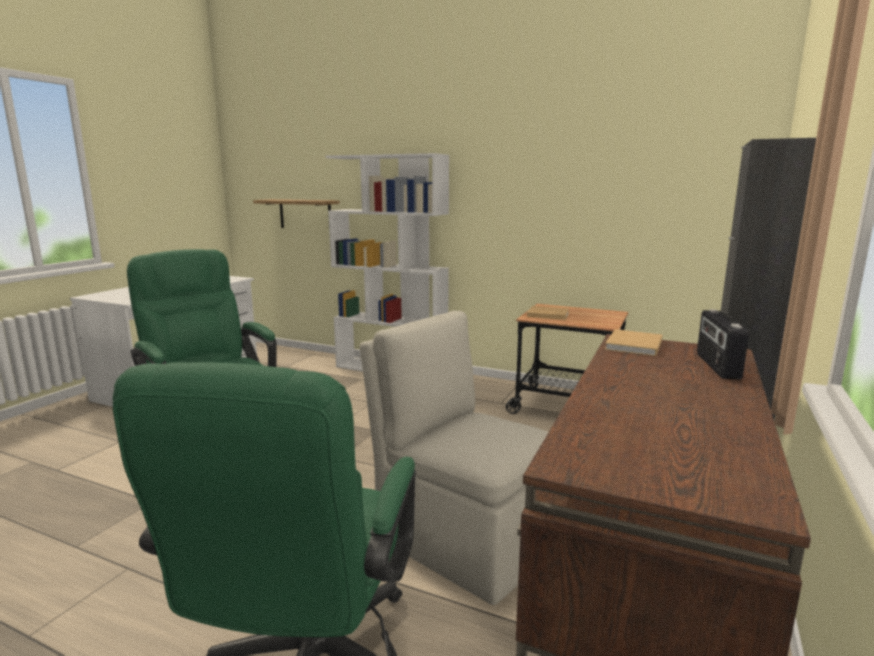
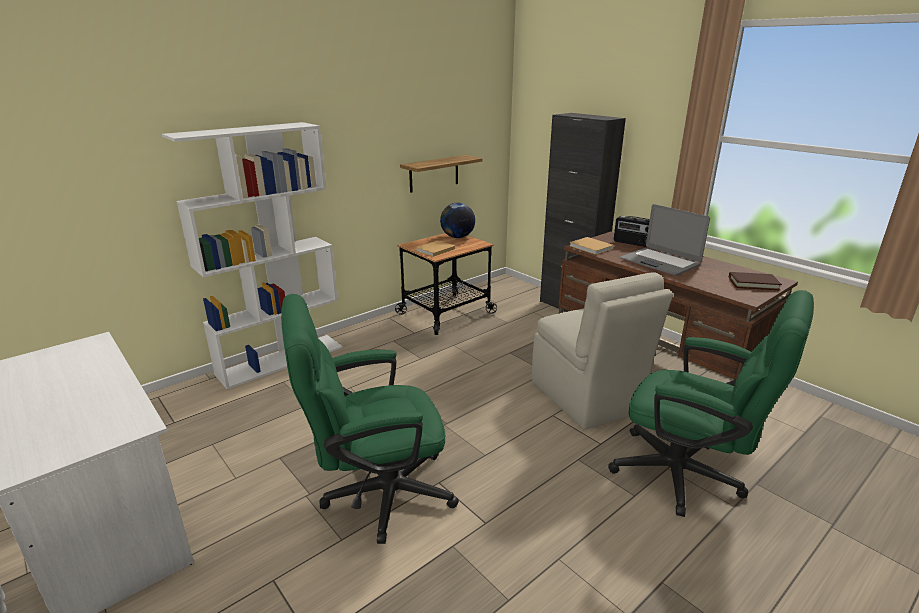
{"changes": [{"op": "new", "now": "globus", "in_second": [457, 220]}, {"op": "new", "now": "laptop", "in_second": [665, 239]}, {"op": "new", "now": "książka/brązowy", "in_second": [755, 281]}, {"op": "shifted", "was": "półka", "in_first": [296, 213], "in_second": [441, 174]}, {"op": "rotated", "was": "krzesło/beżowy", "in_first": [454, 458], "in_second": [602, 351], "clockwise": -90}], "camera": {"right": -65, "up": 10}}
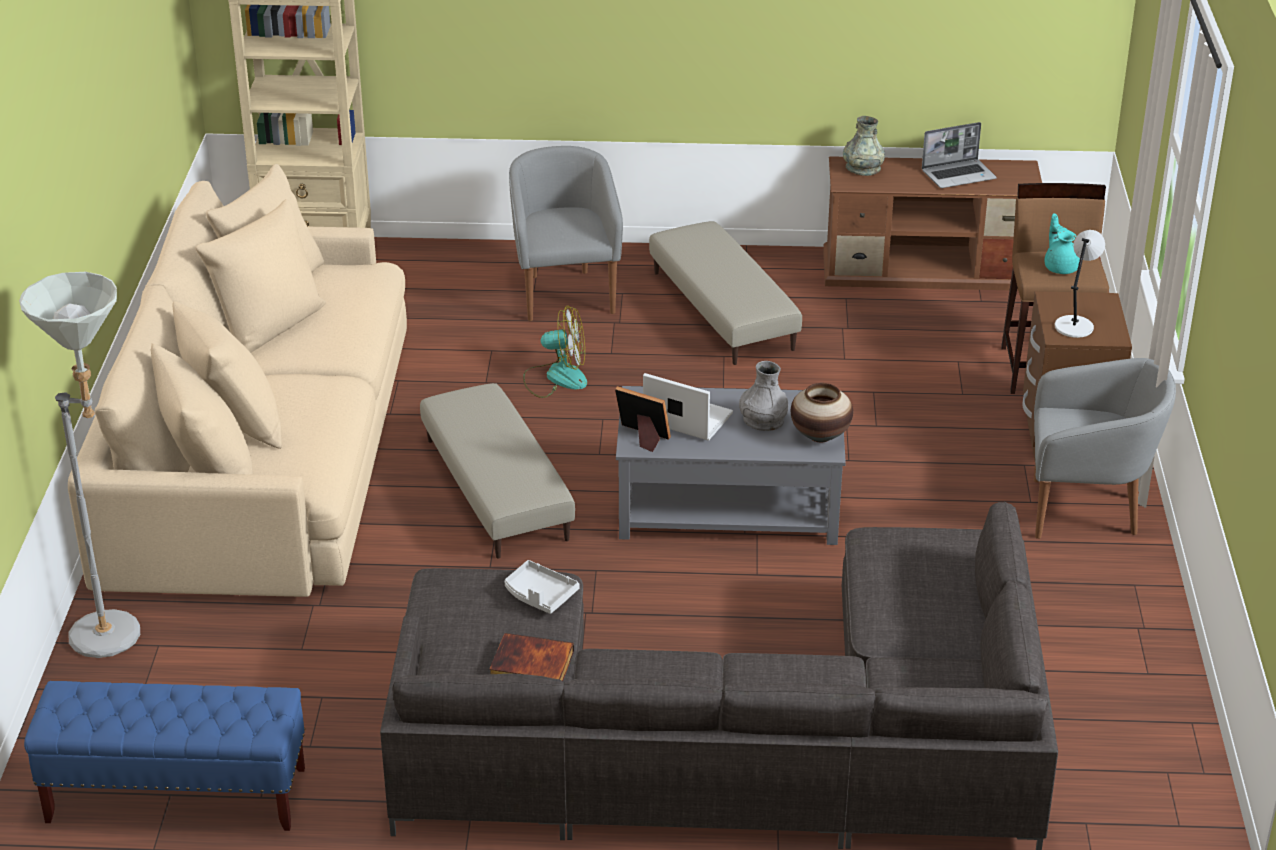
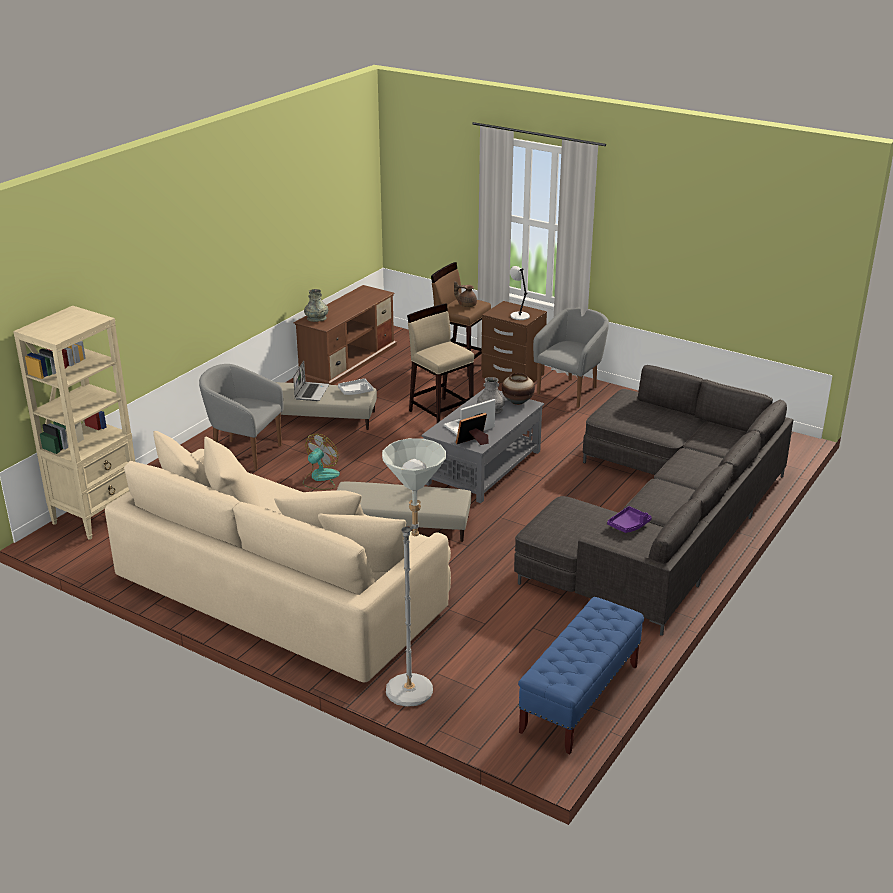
{"changes": [{"op": "new", "now": "stołek/beżowy", "in_second": [440, 363]}, {"op": "shifted", "was": "taca/szary", "in_first": [542, 587], "in_second": [356, 386]}, {"op": "shifted", "was": "laptop", "in_first": [959, 155], "in_second": [311, 381]}, {"op": "swapped", "was": "książka", "now": "taca/fioletowy", "in_first": [531, 657], "in_second": [629, 519]}, {"op": "repainted", "was": "imbryk/turkusowy", "now": "imbryk/brązowy", "in_first": [1062, 244], "in_second": [465, 294]}], "camera": {"right": -60, "up": -5}}
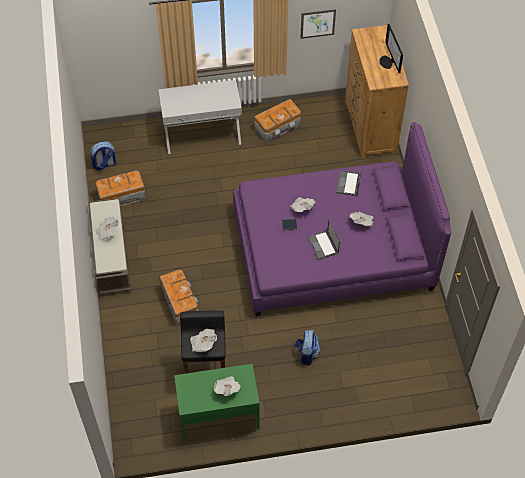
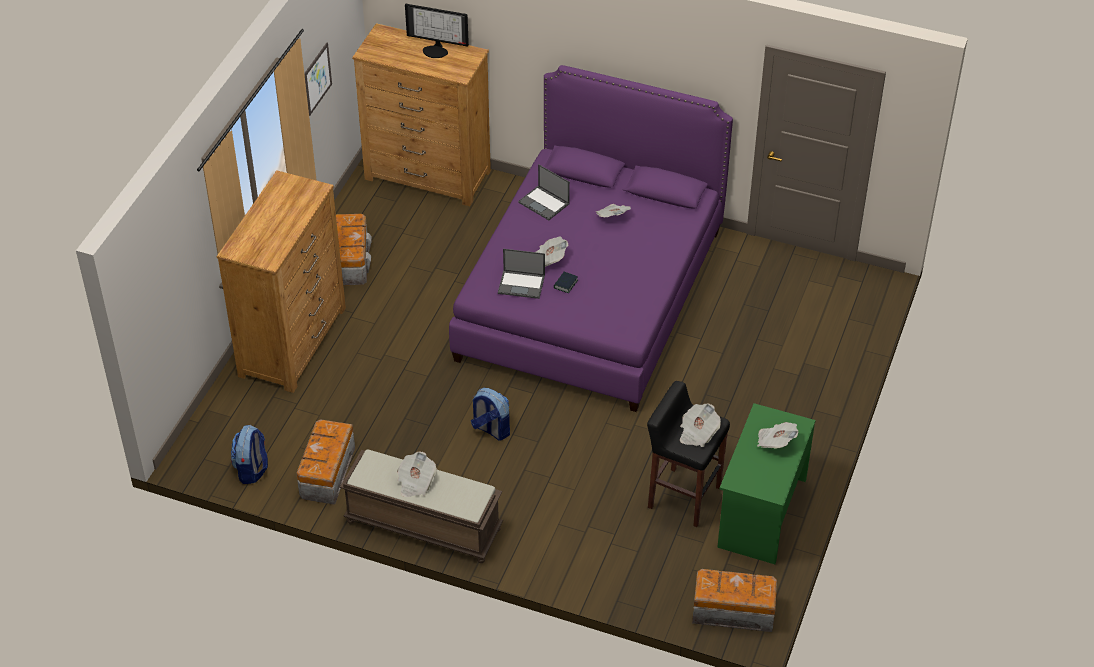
{"changes": [{"op": "shifted", "was": "pojemnik do przechowywania", "in_first": [178, 298], "in_second": [734, 600]}, {"op": "shifted", "was": "plecak", "in_first": [307, 348], "in_second": [490, 414]}, {"op": "shifted", "was": "laptop", "in_first": [323, 239], "in_second": [521, 274]}, {"op": "swapped", "was": "stolik konsolowy/biały", "now": "komoda/brązowy", "in_first": [200, 117], "in_second": [281, 281]}], "camera": {"right": -60, "up": -10}}
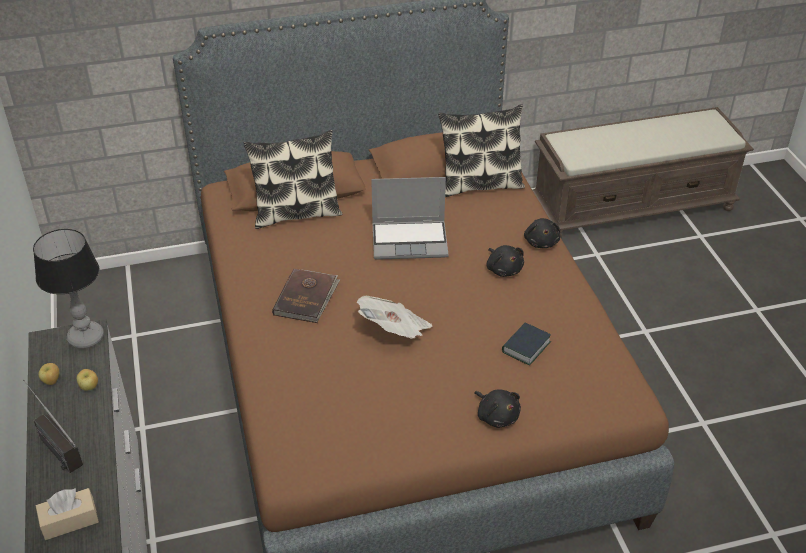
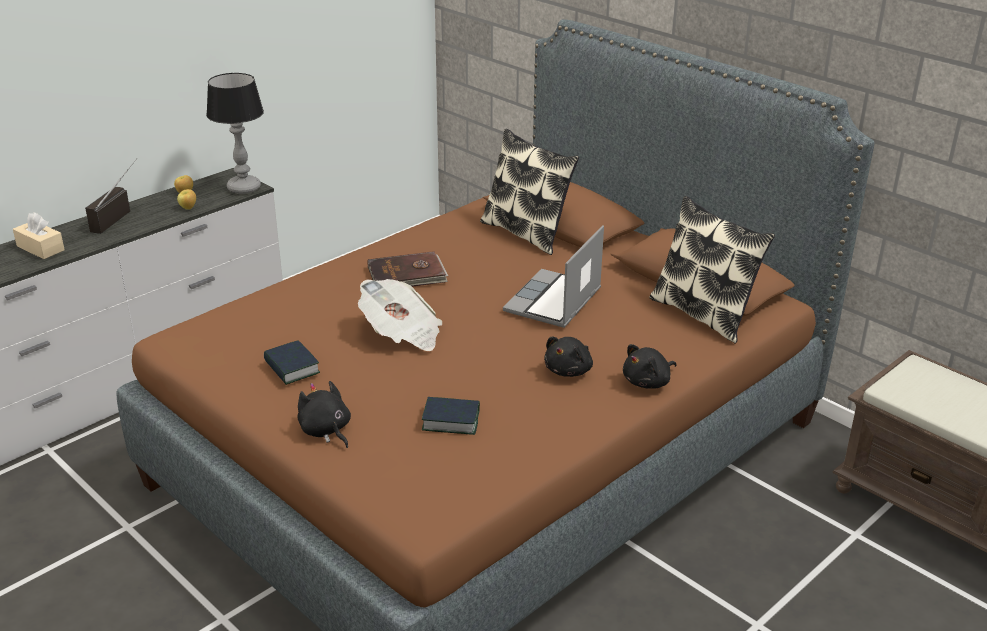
{"changes": [{"op": "new", "now": "książka", "in_second": [292, 362]}, {"op": "rotated", "was": "laptop", "in_first": [409, 218], "in_second": [553, 276], "clockwise": 60}, {"op": "rotated", "was": "pluszak/czarny", "in_first": [497, 408], "in_second": [324, 414], "clockwise": 120}], "camera": {"right": 60, "up": -10}}
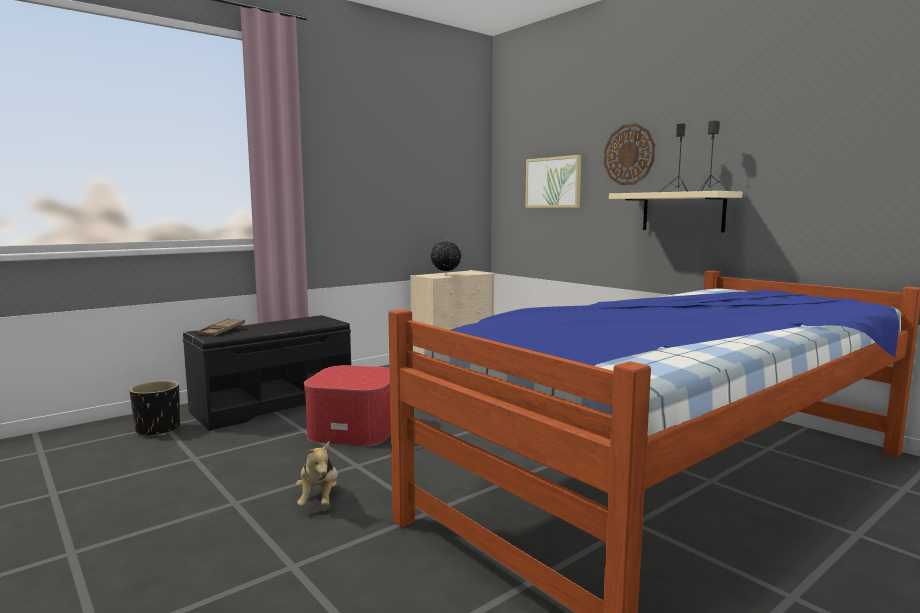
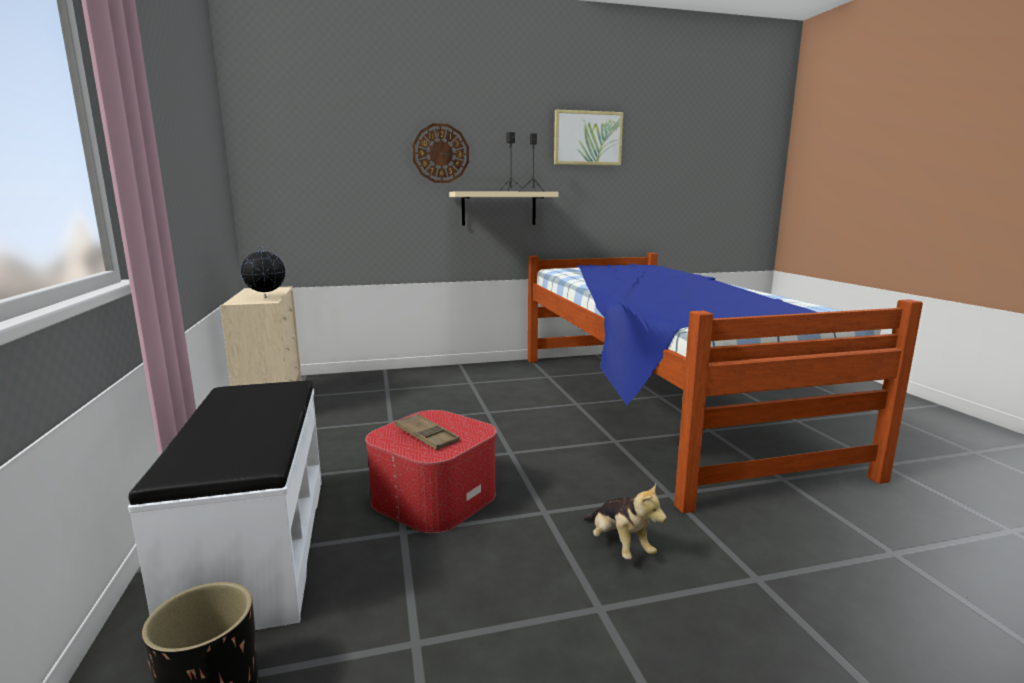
{"changes": [{"op": "shifted", "was": "taca/brązowy", "in_first": [220, 327], "in_second": [427, 432]}, {"op": "shifted", "was": "obraz", "in_first": [553, 181], "in_second": [588, 137]}, {"op": "repainted", "was": "ławka/czarny", "now": "ławka/biały", "in_first": [267, 373], "in_second": [225, 505]}, {"op": "rotated", "was": "pluszak", "in_first": [317, 474], "in_second": [625, 521], "clockwise": 45}], "camera": {"right": -65, "up": 5}}
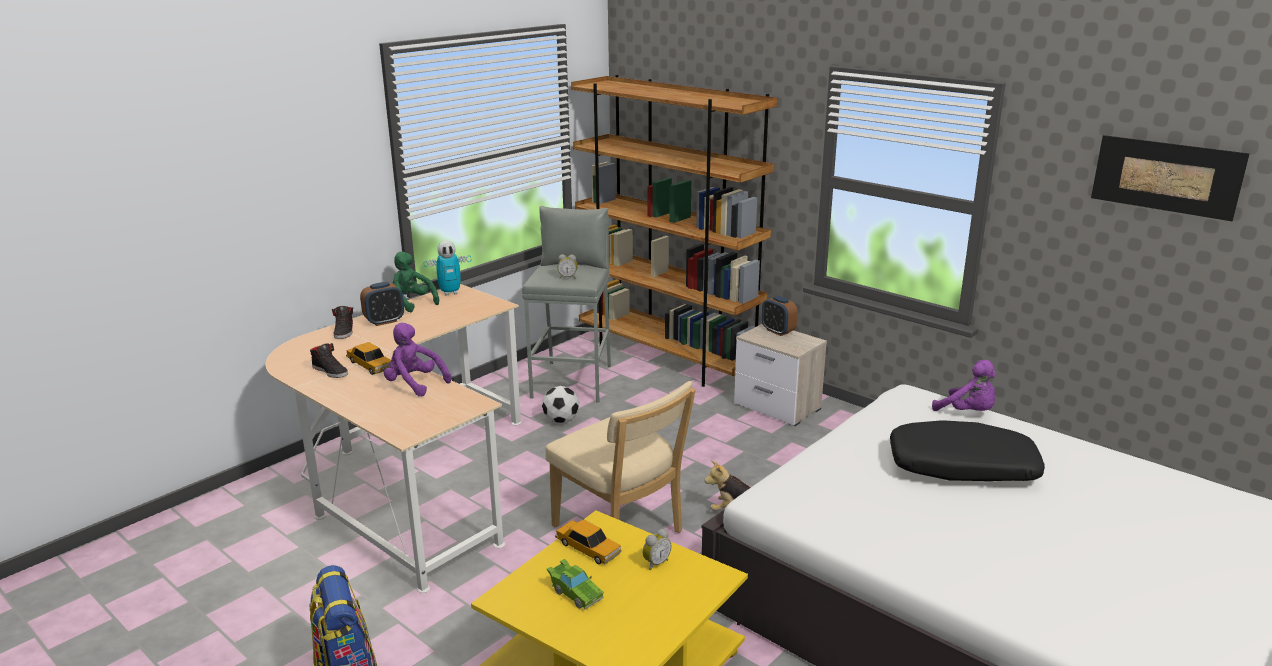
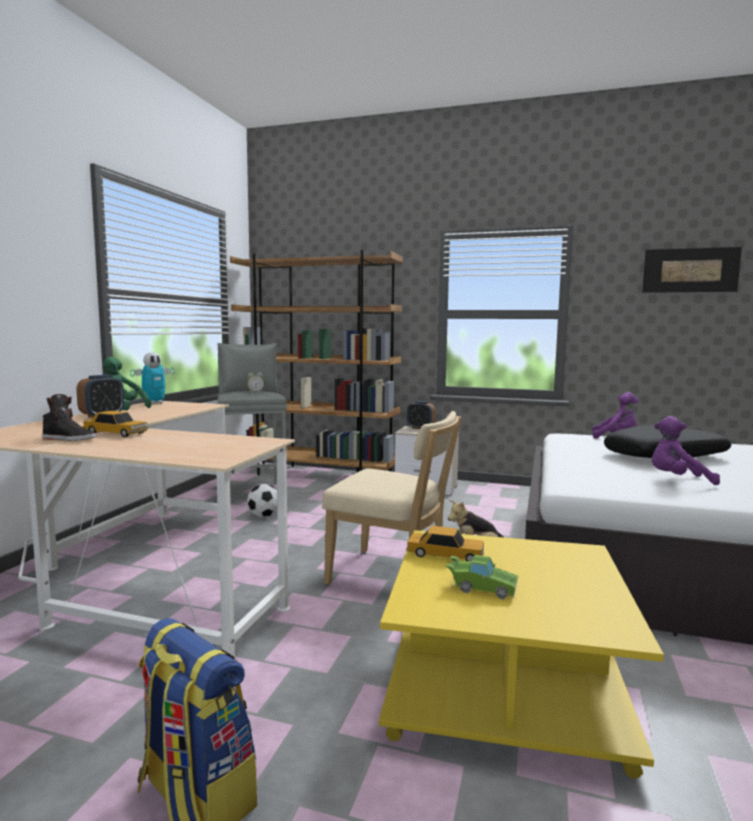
{"changes": [{"op": "gone", "was": "budzik", "in_first": [657, 550]}, {"op": "shifted", "was": "pluszak/fioletowy", "in_first": [417, 360], "in_second": [686, 450]}], "camera": {"right": -25, "up": -15}}
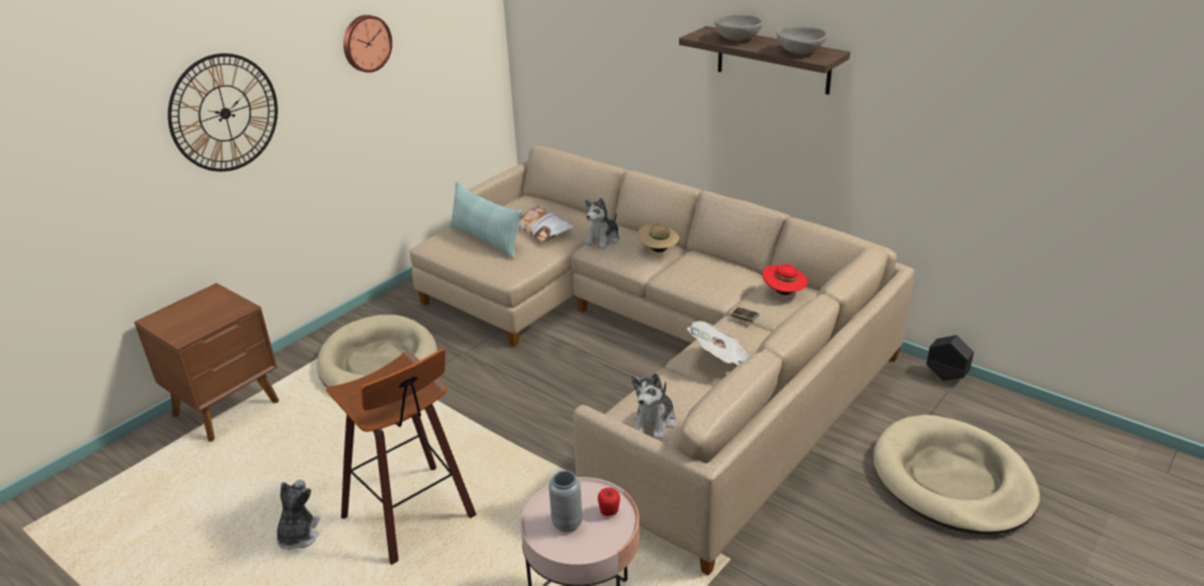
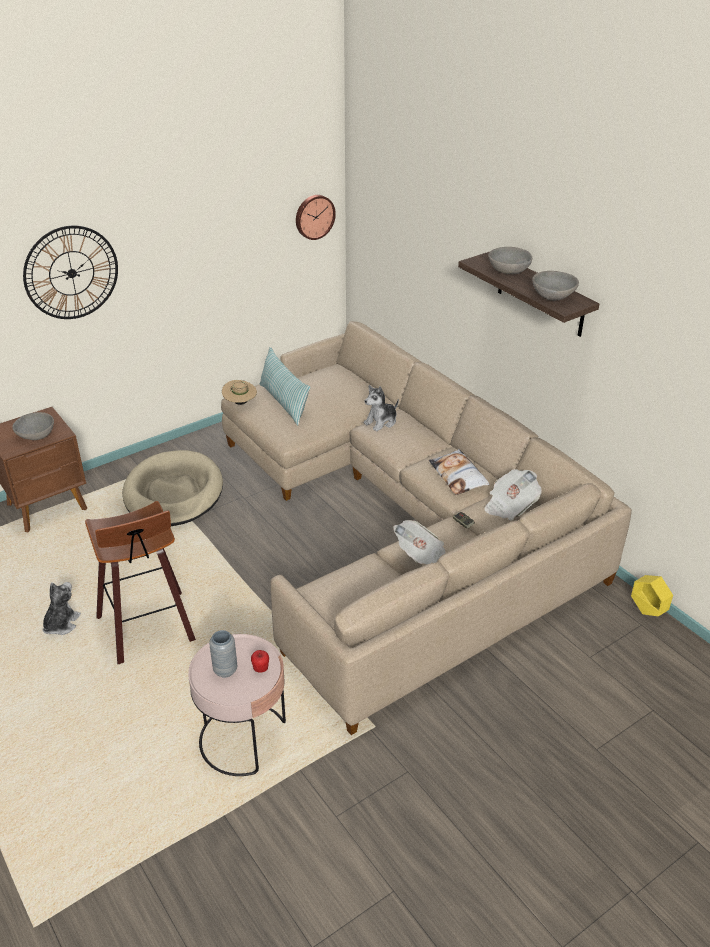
{"changes": [{"op": "gone", "was": "pluszak", "in_first": [653, 406]}, {"op": "gone", "was": "legowisko/beżowy", "in_first": [956, 474]}, {"op": "new", "now": "miska/szary", "in_second": [33, 426]}, {"op": "shifted", "was": "zegar ścienny", "in_first": [367, 44], "in_second": [316, 217]}, {"op": "shifted", "was": "poduszka", "in_first": [546, 223], "in_second": [459, 472]}, {"op": "shifted", "was": "kapelusz/beżowy", "in_first": [658, 237], "in_second": [239, 392]}, {"op": "swapped", "was": "kapelusz/czerwony", "now": "gazeta", "in_first": [785, 279], "in_second": [513, 494]}, {"op": "repainted", "was": "donica/czarny", "now": "donica/żółty", "in_first": [950, 358], "in_second": [652, 595]}], "camera": {"right": 15, "up": 5}}
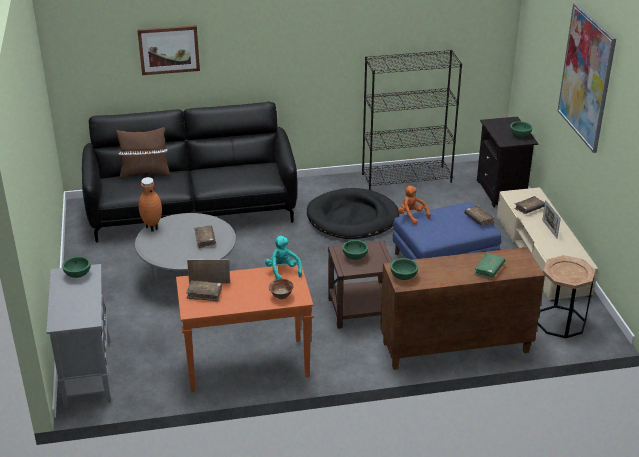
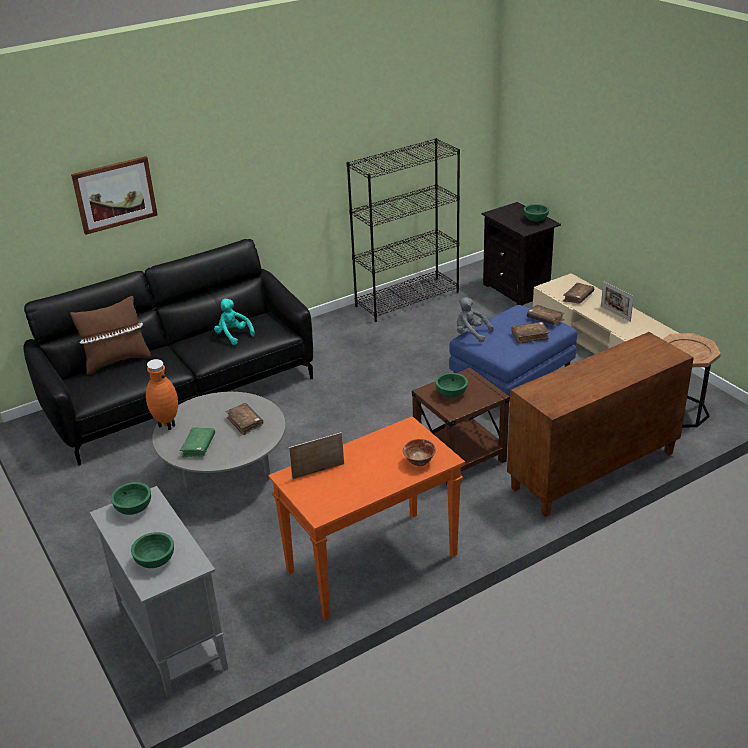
{"changes": [{"op": "gone", "was": "legowisko/czarny", "in_first": [353, 213]}, {"op": "gone", "was": "obraz", "in_first": [587, 78]}, {"op": "shifted", "was": "książka/brązowy", "in_first": [204, 291], "in_second": [530, 333]}, {"op": "shifted", "was": "pluszak/turkusowy", "in_first": [283, 258], "in_second": [234, 322]}, {"op": "shifted", "was": "miska/zielony", "in_first": [404, 269], "in_second": [152, 550]}, {"op": "shifted", "was": "książka/zielony", "in_first": [489, 265], "in_second": [197, 442]}, {"op": "repainted", "was": "pluszak/pomarańczowy", "now": "pluszak/szary", "in_first": [414, 205], "in_second": [475, 319]}], "camera": {"right": -20, "up": 0}}
